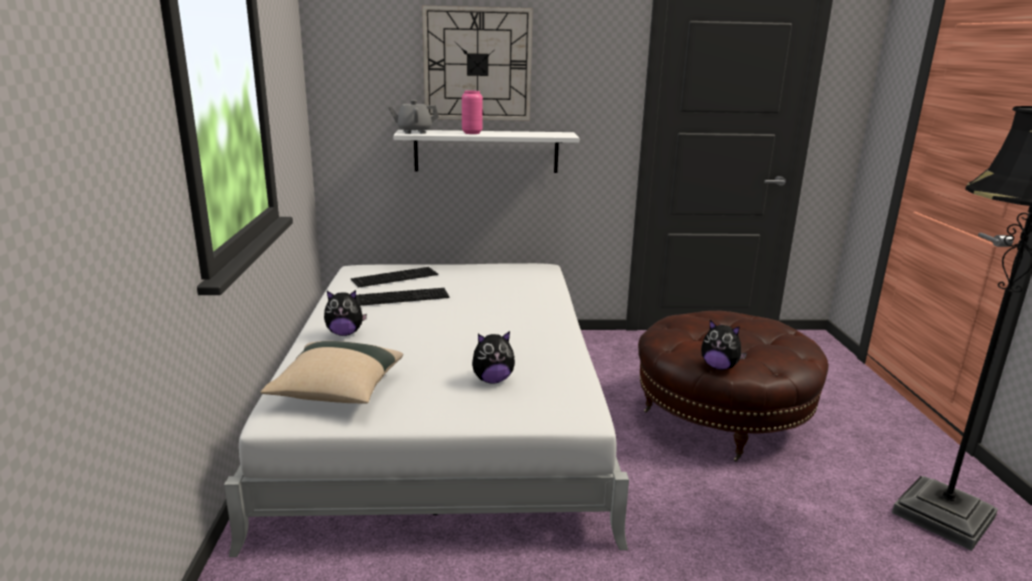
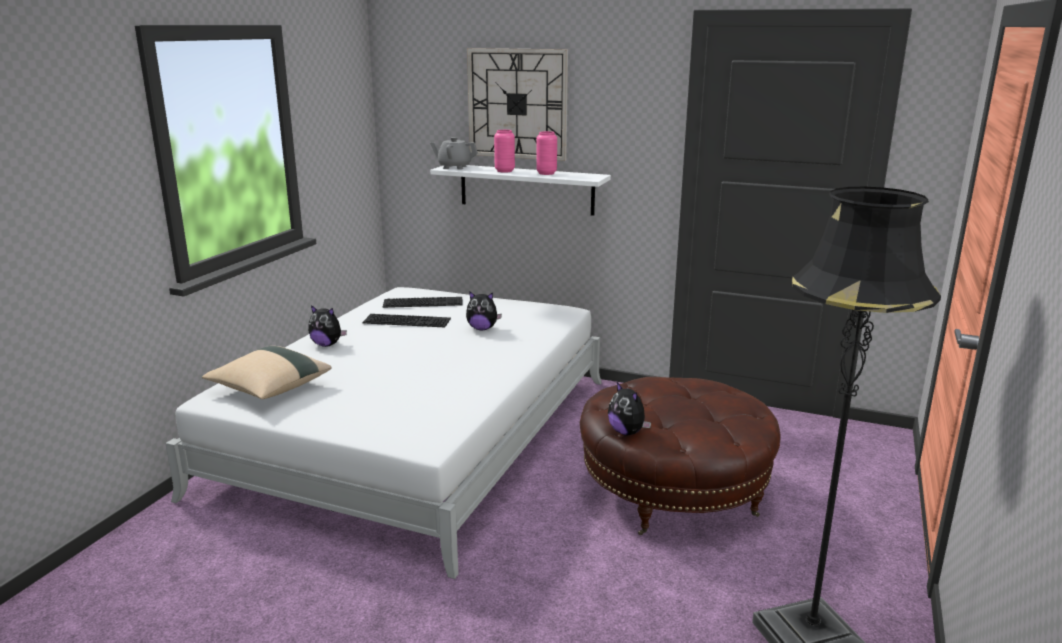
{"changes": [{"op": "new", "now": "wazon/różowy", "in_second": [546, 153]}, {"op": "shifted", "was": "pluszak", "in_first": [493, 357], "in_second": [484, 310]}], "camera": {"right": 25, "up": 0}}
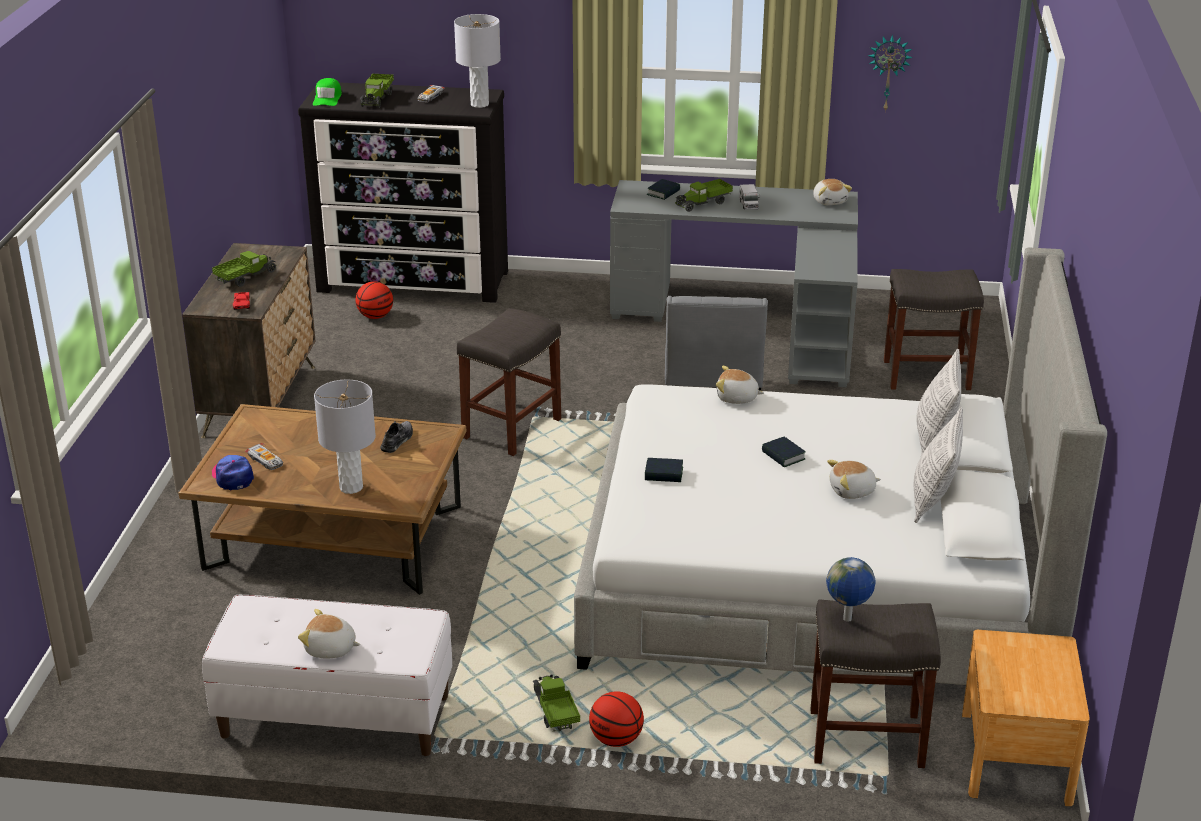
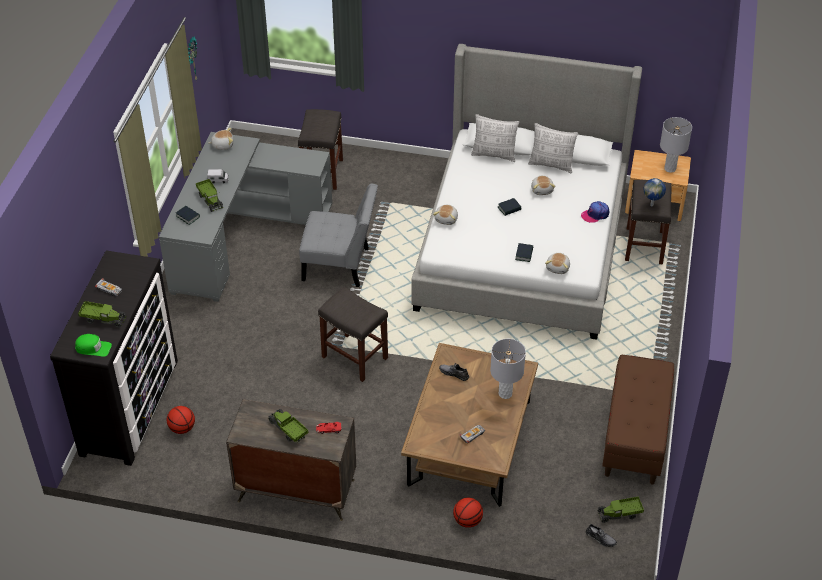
{"changes": [{"op": "new", "now": "but/szary", "in_second": [601, 535]}, {"op": "shifted", "was": "czapka z daszkiem", "in_first": [233, 472], "in_second": [595, 212]}, {"op": "shifted", "was": "pluszak", "in_first": [329, 634], "in_second": [557, 263]}, {"op": "shifted", "was": "lampa stołowa/szary", "in_first": [477, 61], "in_second": [676, 145]}, {"op": "shifted", "was": "ciężarówka zabawkowa", "in_first": [556, 702], "in_second": [621, 509]}, {"op": "shifted", "was": "piłka do koszykówki", "in_first": [616, 719], "in_second": [468, 513]}, {"op": "repainted", "was": "ławka/biały", "now": "ławka/brązowy", "in_first": [327, 675], "in_second": [638, 419]}], "camera": {"right": -85, "up": 15}}
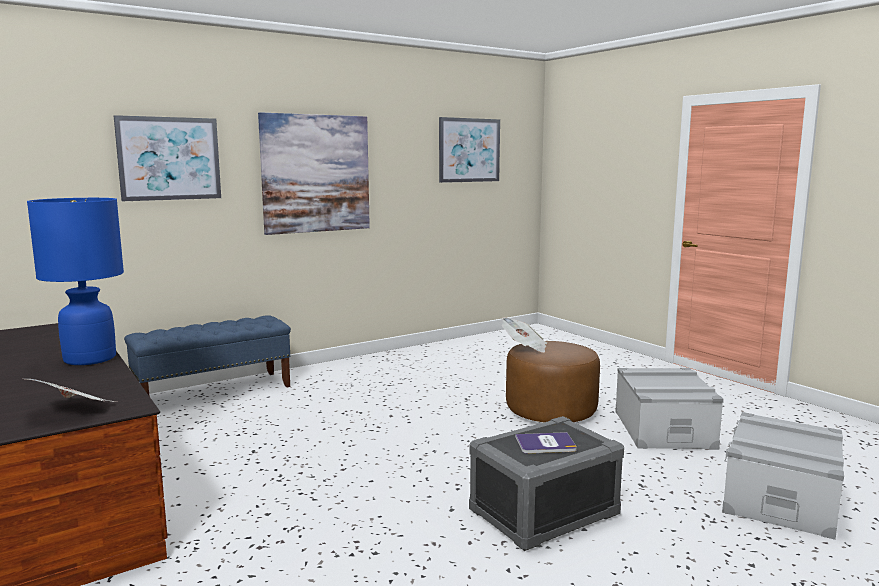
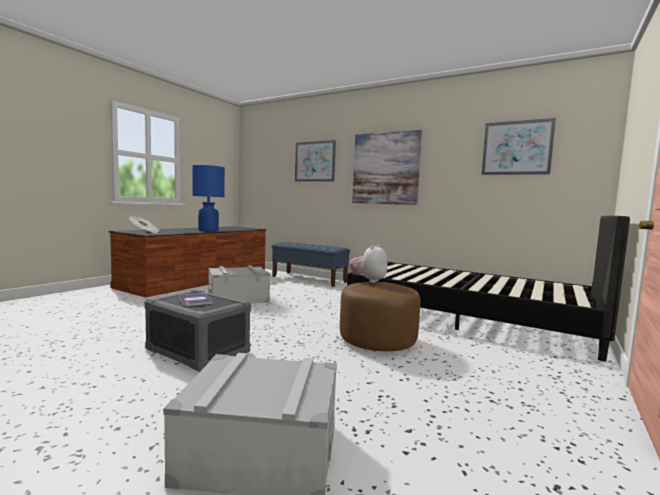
{"changes": [{"op": "new", "now": "łóżko/czarny", "in_second": [488, 289]}, {"op": "shifted", "was": "pojemnik do przechowywania/szary", "in_first": [669, 409], "in_second": [239, 284]}, {"op": "swapped", "was": "gazeta", "now": "pluszak", "in_first": [524, 335], "in_second": [369, 263]}], "camera": {"right": 65, "up": -5}}
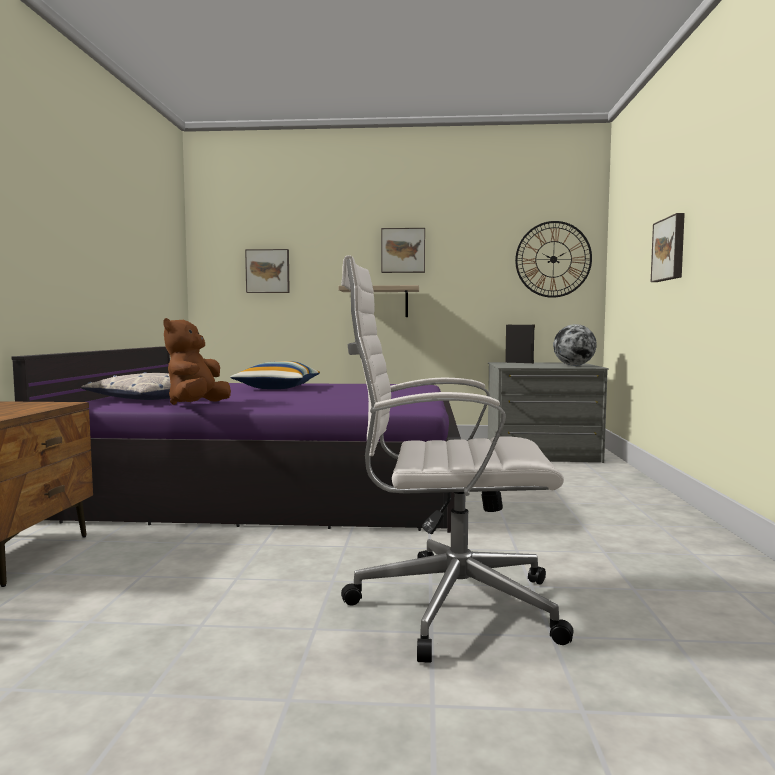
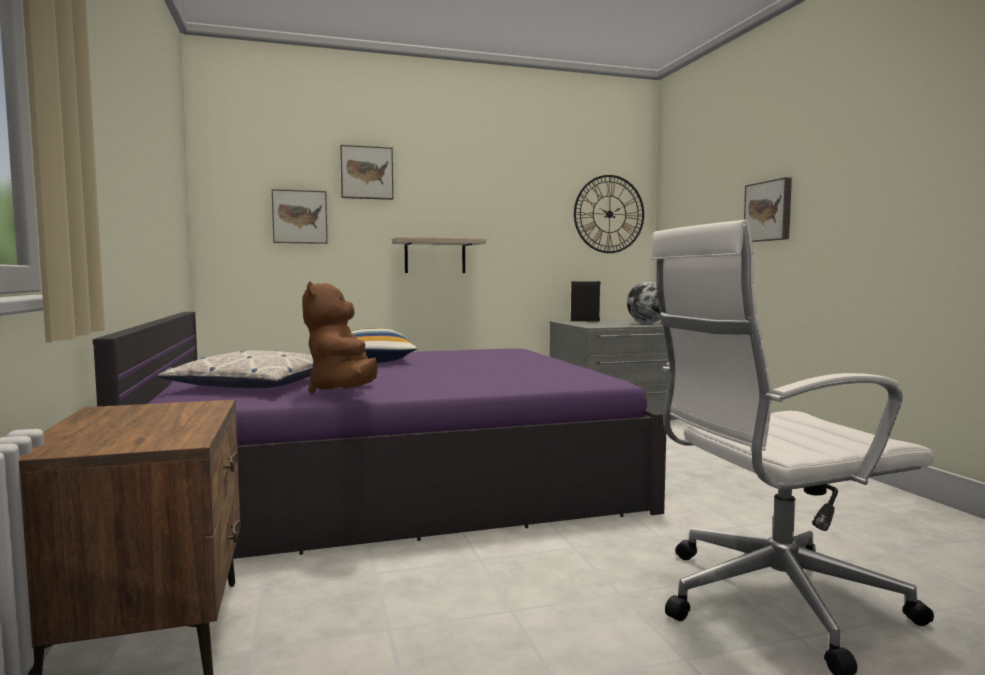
{"changes": [{"op": "shifted", "was": "obraz", "in_first": [403, 250], "in_second": [366, 172]}], "camera": {"right": -20, "up": 0}}
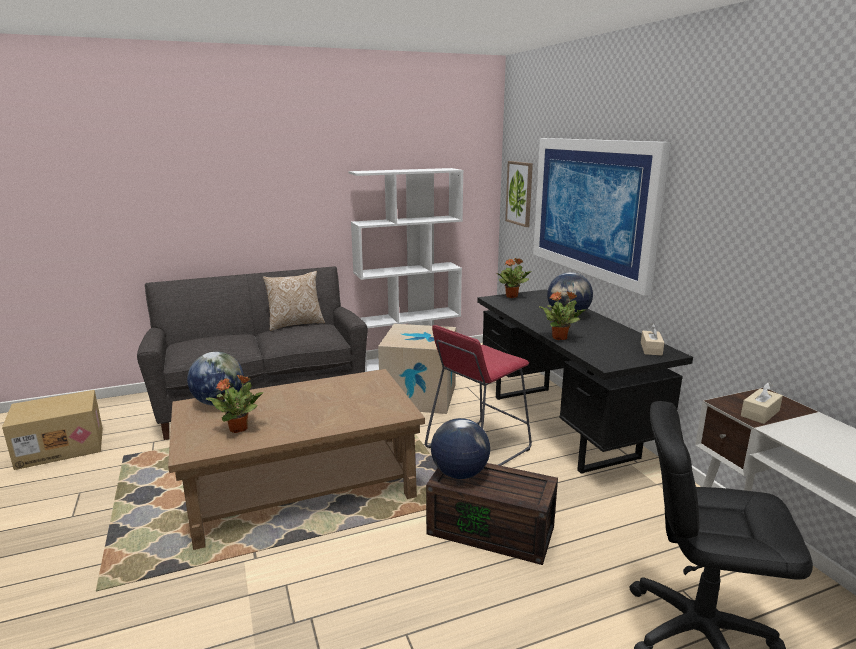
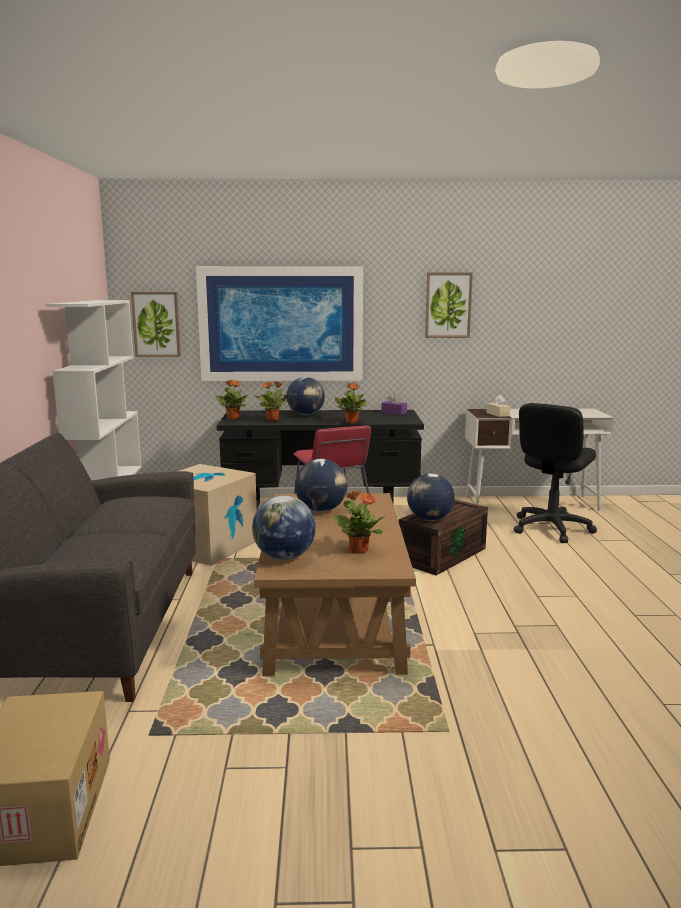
{"changes": [{"op": "gone", "was": "poduszka", "in_first": [294, 301]}, {"op": "new", "now": "roślina doniczkowa", "in_second": [272, 401]}, {"op": "new", "now": "globus", "in_second": [321, 485]}, {"op": "new", "now": "obraz", "in_second": [449, 305]}, {"op": "repainted", "was": "pudełko chusteczek/beżowy", "now": "pudełko chusteczek/fioletowy", "in_first": [652, 339], "in_second": [394, 404]}], "camera": {"right": -70, "up": -5}}
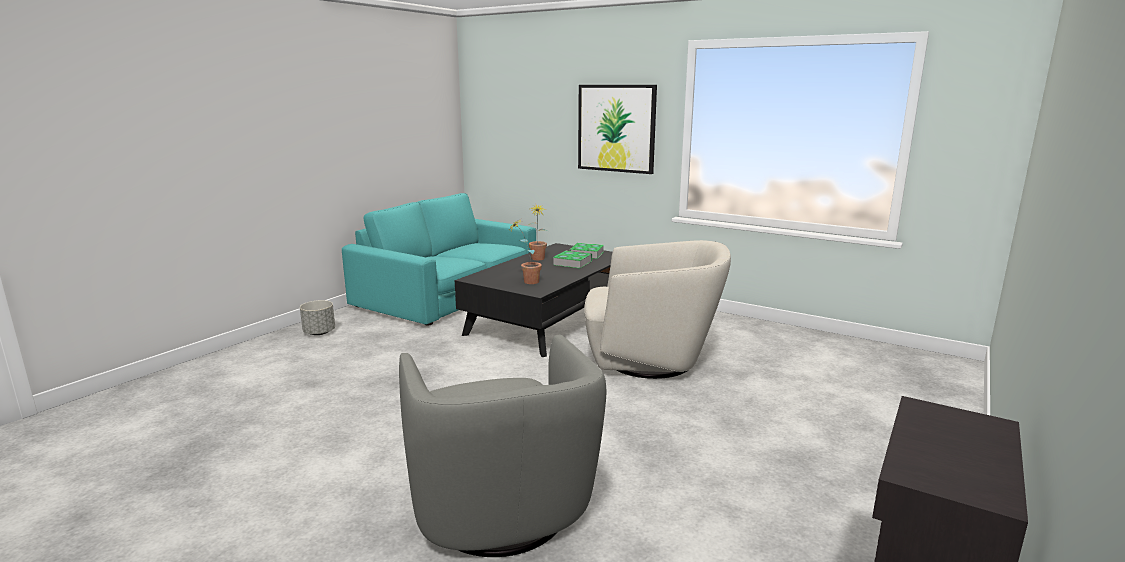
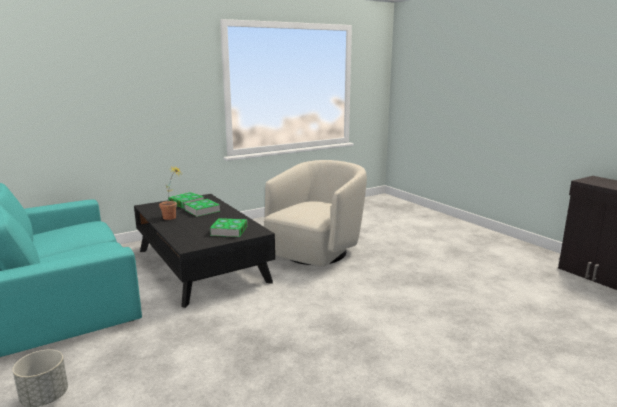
{"changes": [{"op": "gone", "was": "fotel/szary", "in_first": [502, 446]}, {"op": "gone", "was": "obraz", "in_first": [617, 129]}, {"op": "swapped", "was": "roślina doniczkowa", "now": "książka", "in_first": [525, 252], "in_second": [228, 227]}], "camera": {"right": -65, "up": 0}}
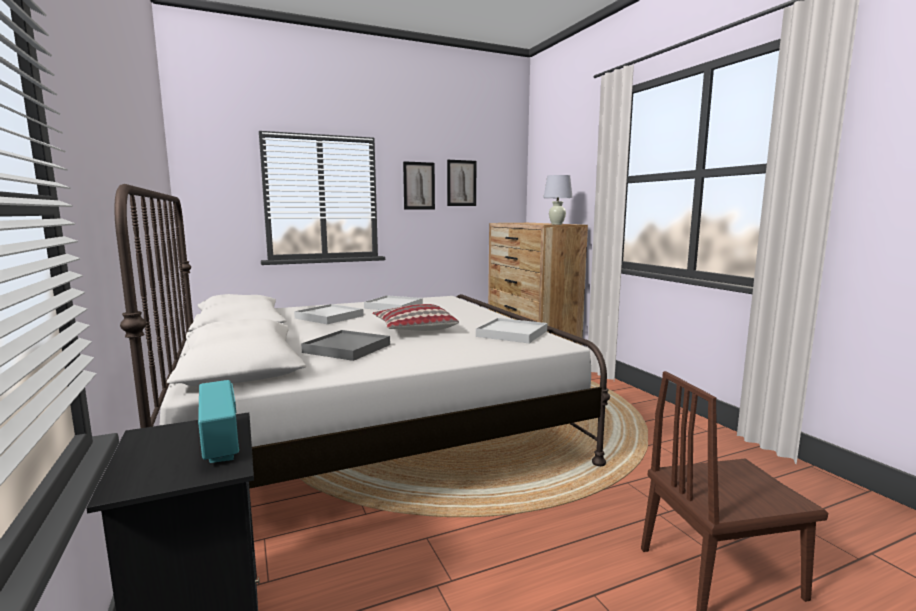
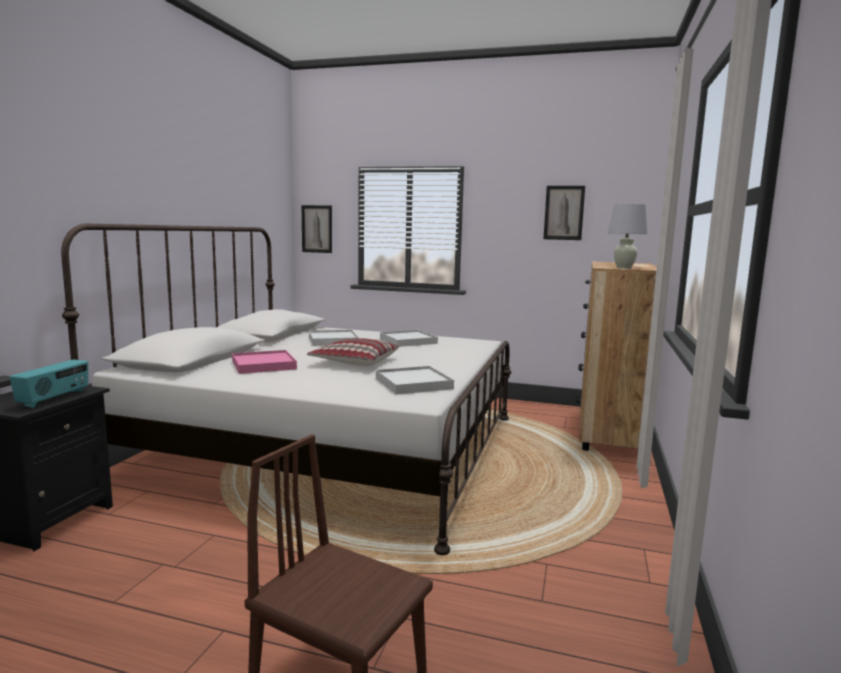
{"changes": [{"op": "shifted", "was": "obraz", "in_first": [419, 185], "in_second": [317, 229]}, {"op": "repainted", "was": "taca/szary", "now": "taca/różowy", "in_first": [345, 345], "in_second": [264, 362]}], "camera": {"right": 40, "up": 0}}
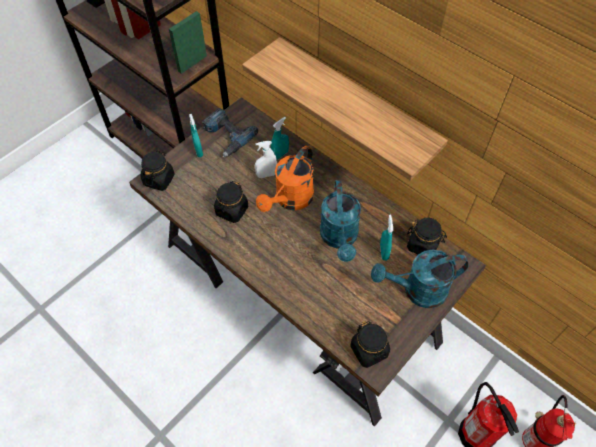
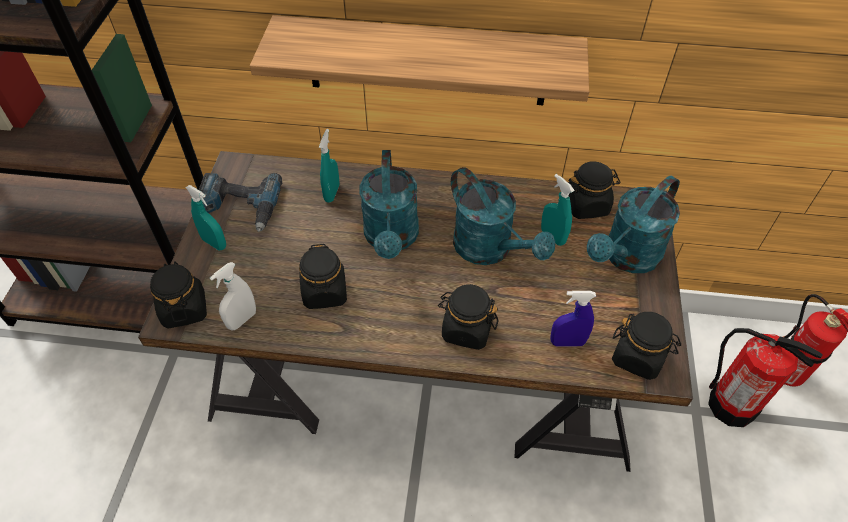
{"changes": [{"op": "new", "now": "słoik/czarny", "in_second": [468, 317]}, {"op": "new", "now": "spryskiwacz/niebieski", "in_second": [573, 319]}, {"op": "shifted", "was": "spryskiwacz/biały", "in_first": [266, 159], "in_second": [233, 296]}, {"op": "repainted", "was": "konewka/pomarańczowy", "now": "konewka/turkusowy", "in_first": [285, 179], "in_second": [389, 204]}], "camera": {"right": -35, "up": -5}}
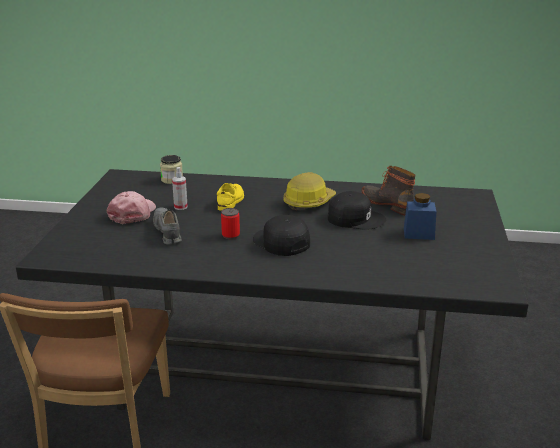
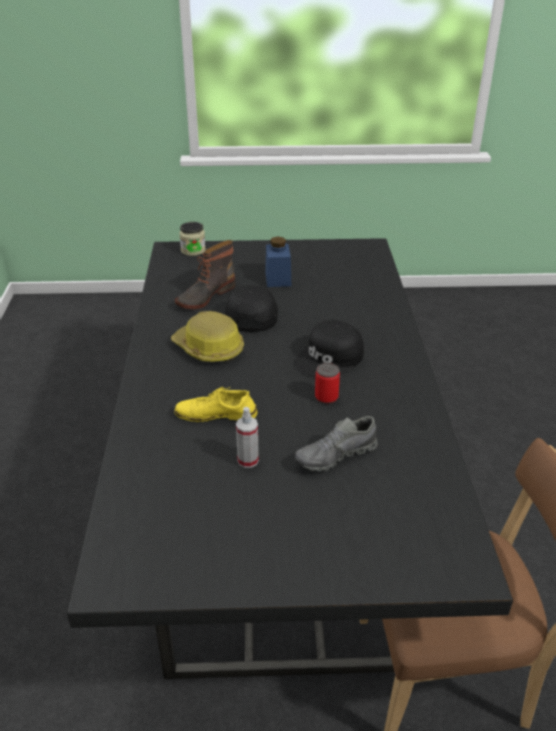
{"changes": [{"op": "gone", "was": "czapka z daszkiem/różowy", "in_first": [131, 207]}, {"op": "shifted", "was": "słoik", "in_first": [171, 169], "in_second": [192, 239]}], "camera": {"right": -100, "up": 10}}
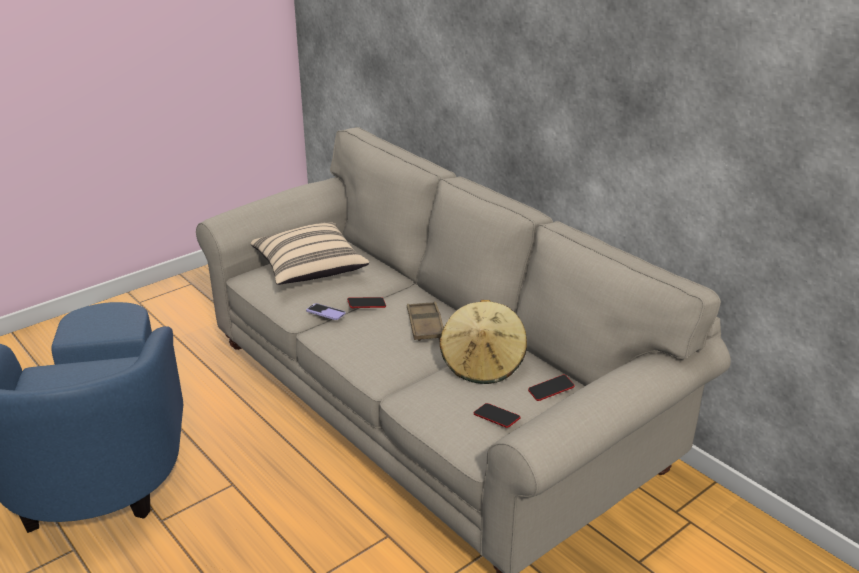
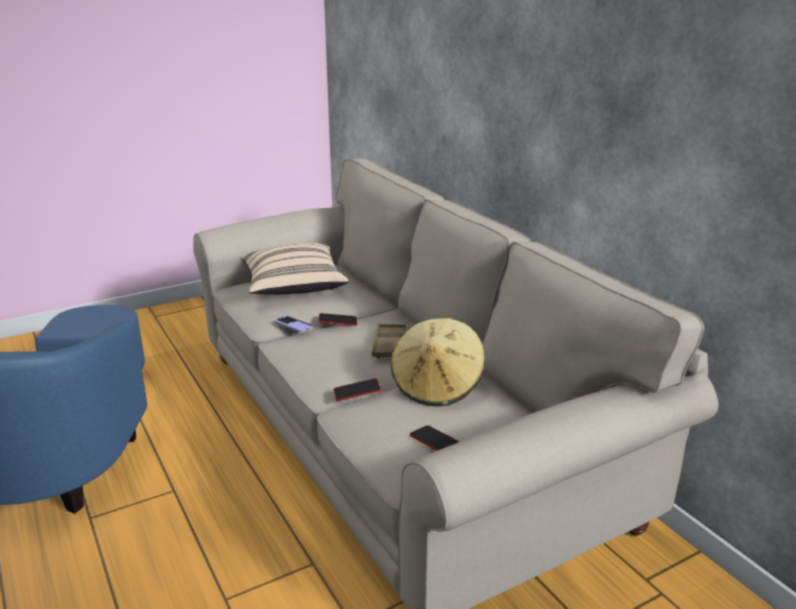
{"changes": [{"op": "shifted", "was": "telefon", "in_first": [551, 388], "in_second": [357, 389]}], "camera": {"right": 10, "up": -5}}
